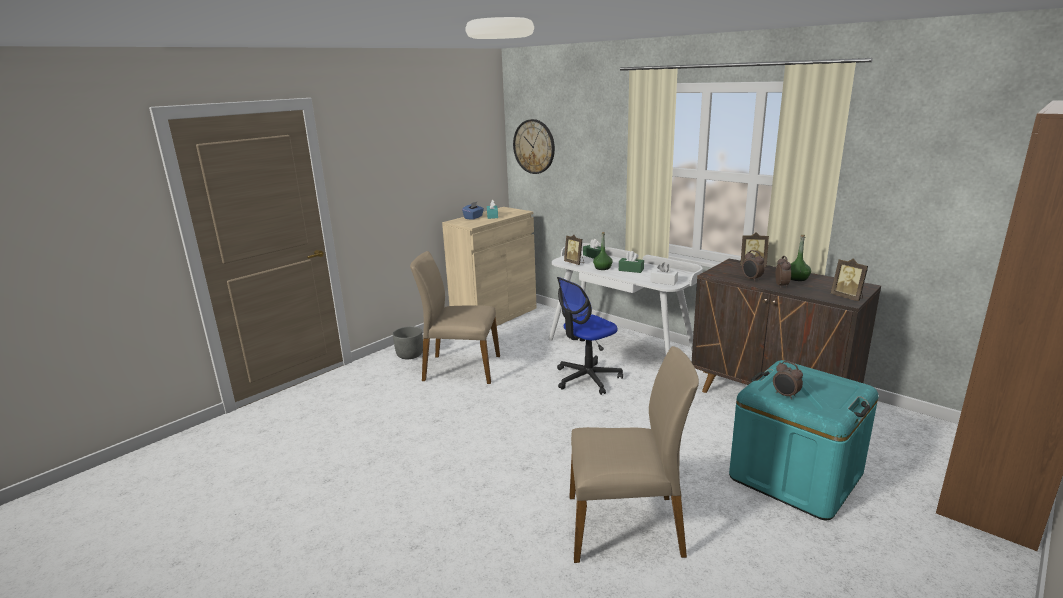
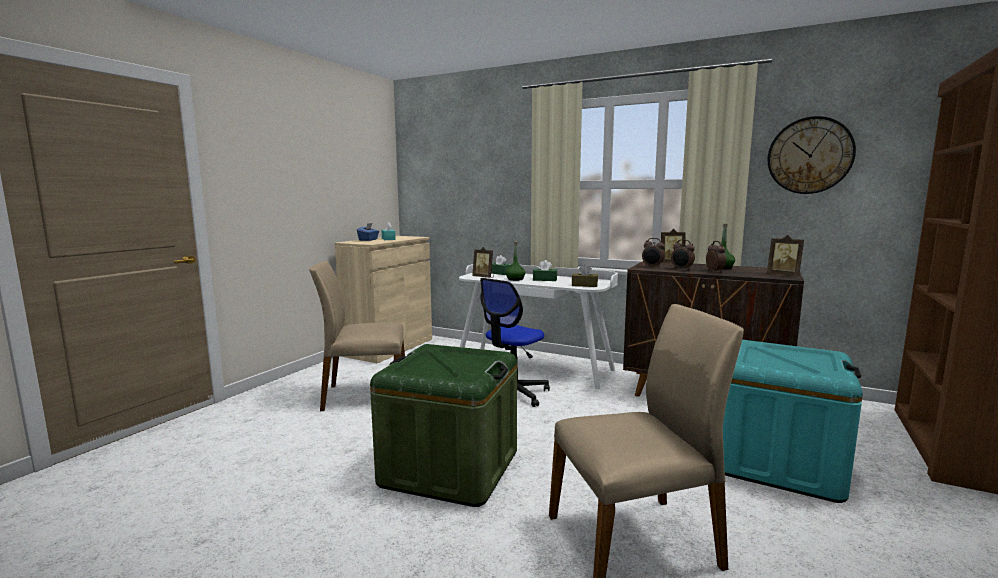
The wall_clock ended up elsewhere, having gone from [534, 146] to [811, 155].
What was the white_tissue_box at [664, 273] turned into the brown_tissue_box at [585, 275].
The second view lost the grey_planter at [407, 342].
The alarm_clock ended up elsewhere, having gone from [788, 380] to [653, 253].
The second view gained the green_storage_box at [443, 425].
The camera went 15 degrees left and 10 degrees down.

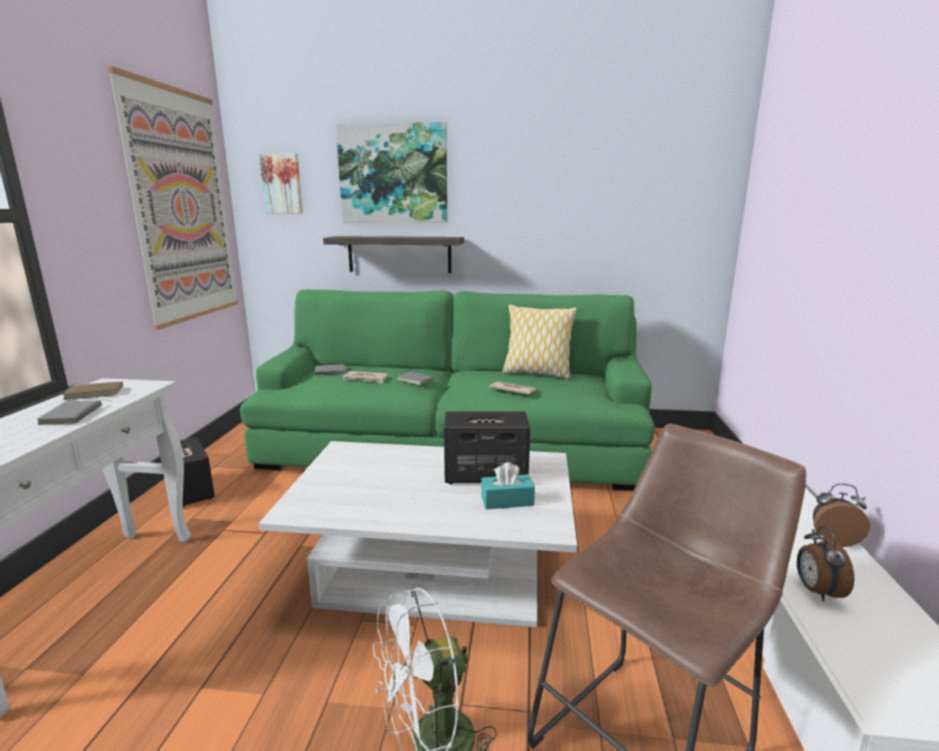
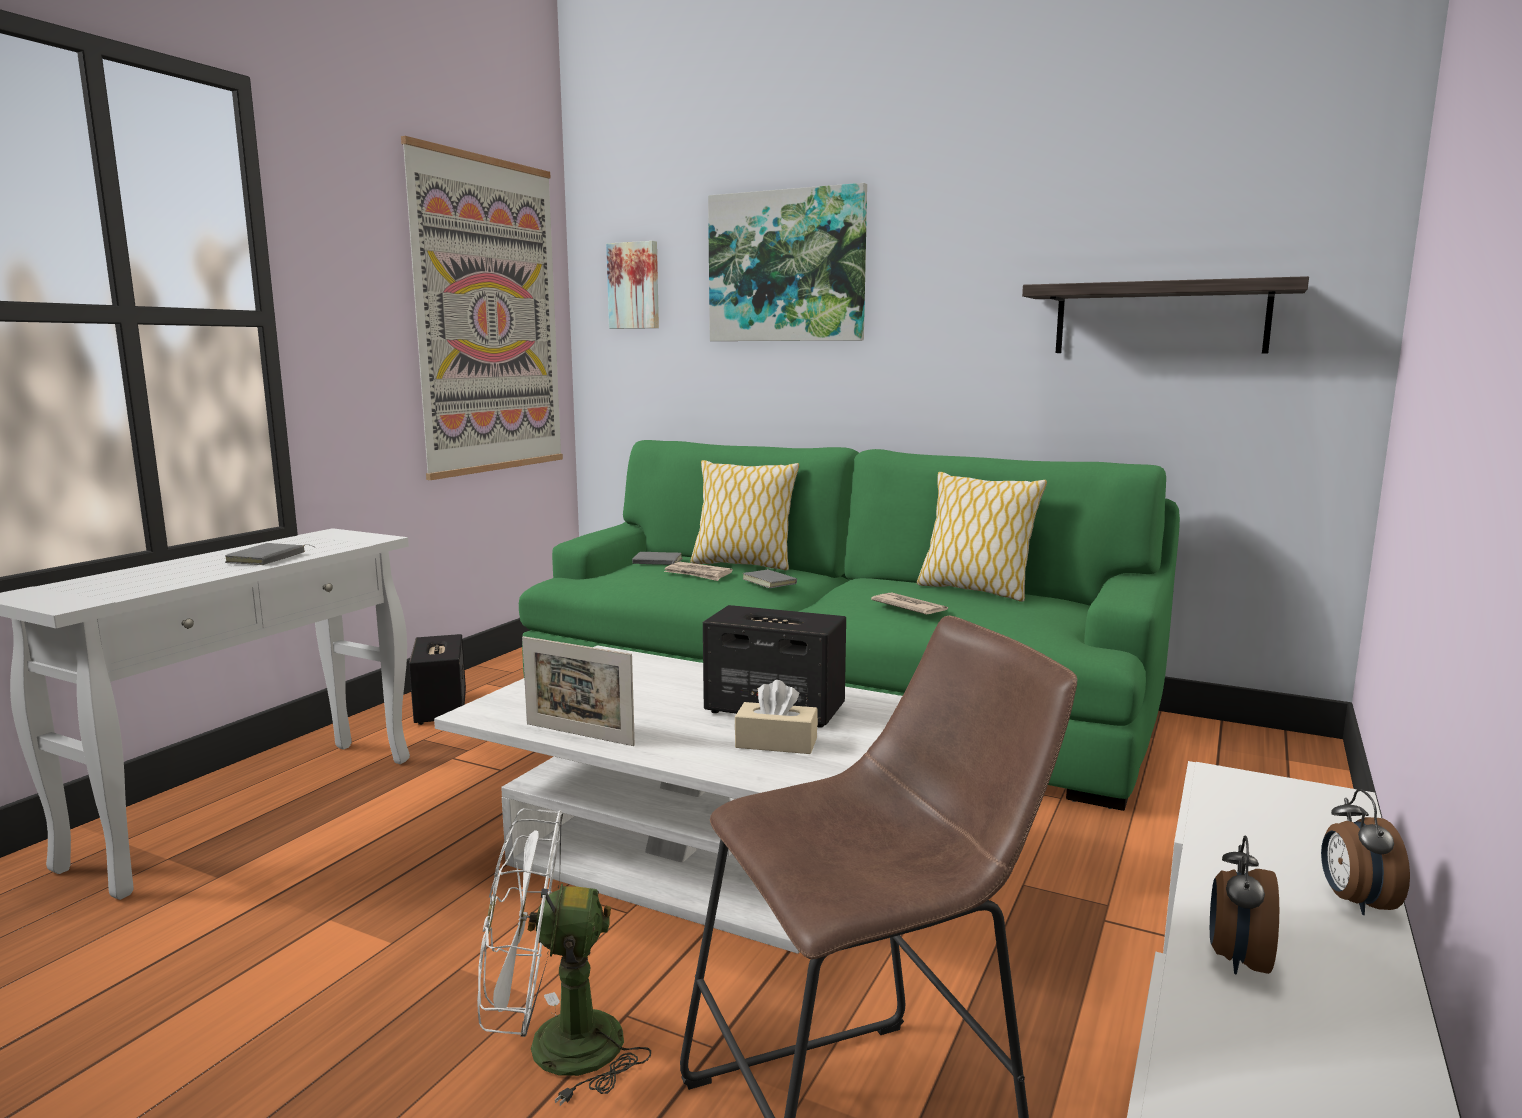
The shelf ended up elsewhere, having gone from [393, 254] to [1165, 315].
The second view lost the brown_book at [93, 391].
What was the turquoise_tissue_box at [508, 485] turned into the beige_tissue_box at [776, 717].
The alarm_clock at [841, 515] ended up facing another way, 120 degrees counterclockwise from before.
The second view gained the pillow at [744, 515].
The second view gained the picture_frame at [578, 691].
The camera went 20 degrees right and 5 degrees down.

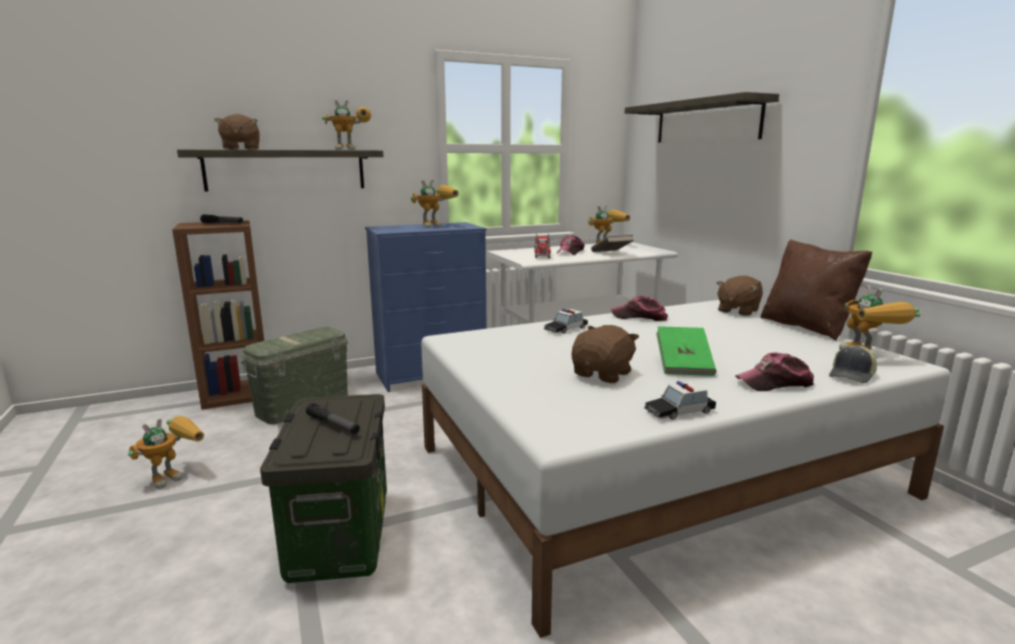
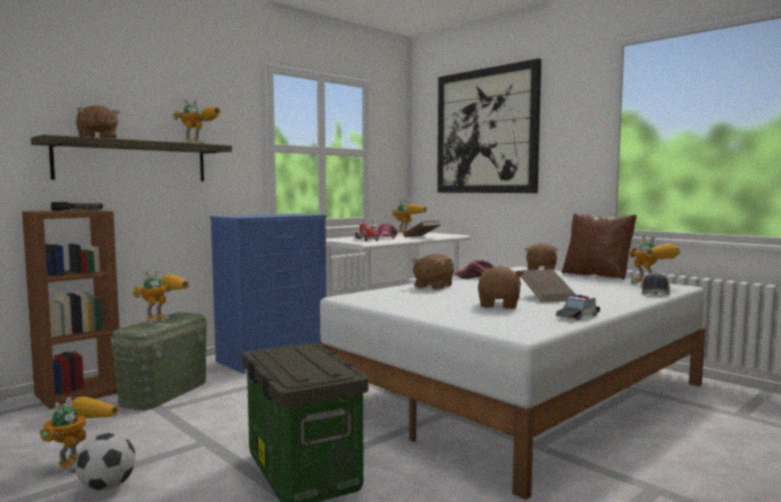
Where the shelf hung at [702, 117], the picture came to hang at [489, 125].
The toy_robot ended up elsewhere, having gone from [434, 203] to [160, 297].
Where the toy_car stood at [566, 321], the brown_plush_toy came to stand at [432, 272].
What was the green_book at [686, 351] turned into the brown_book at [547, 285].
The second view lost the cap at [775, 371].
The second view lost the flashlight at [333, 418].
The second view gained the football at [105, 462].
The camera went 20 degrees left and 10 degrees down.

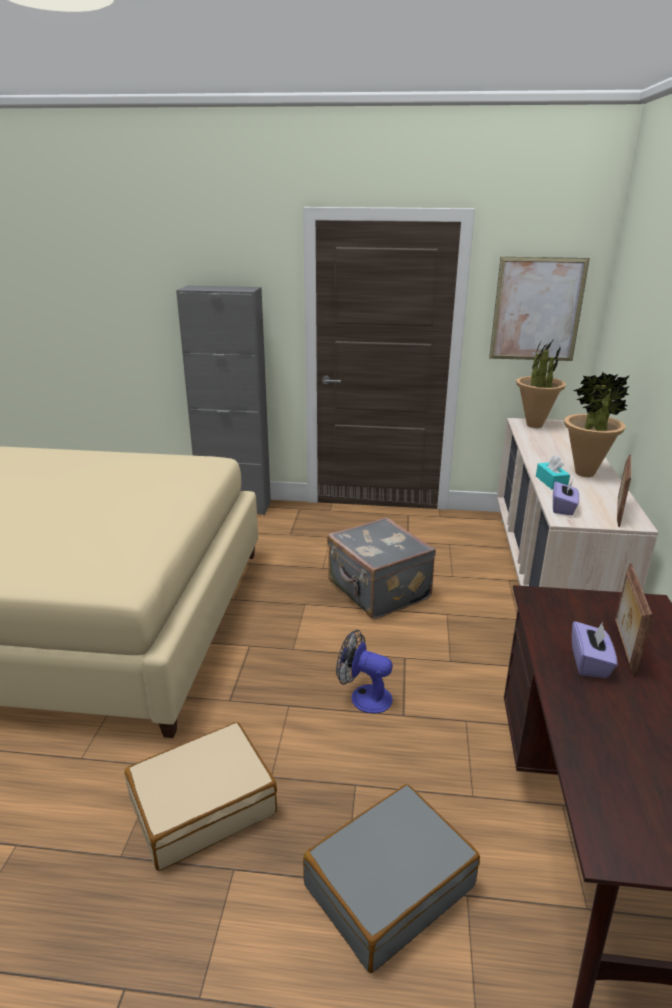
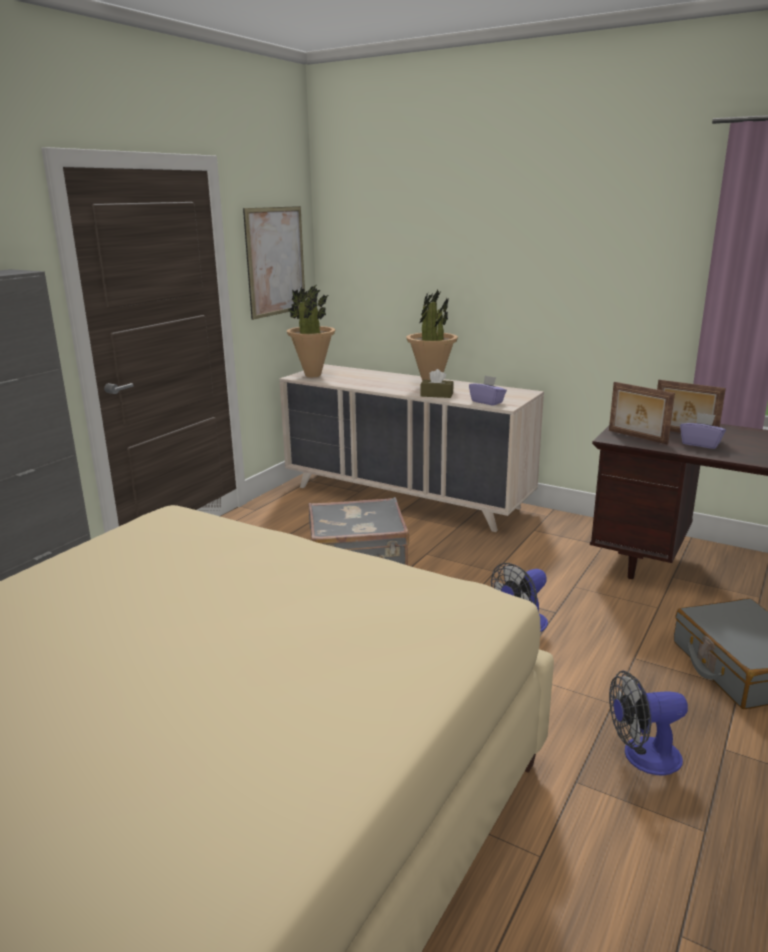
The picture_frame ended up elsewhere, having gone from [624, 491] to [642, 413].
What was the turquoise_tissue_box at [553, 472] turned into the brown_tissue_box at [436, 383].
Where the beige_suitcase stood at [200, 796], the fan came to stand at [648, 723].
The camera went 65 degrees left and 5 degrees down.

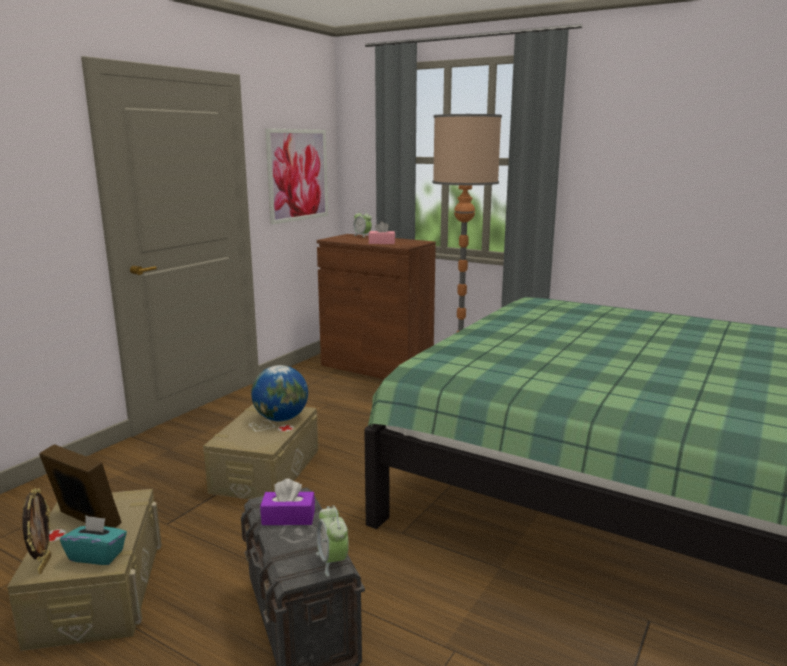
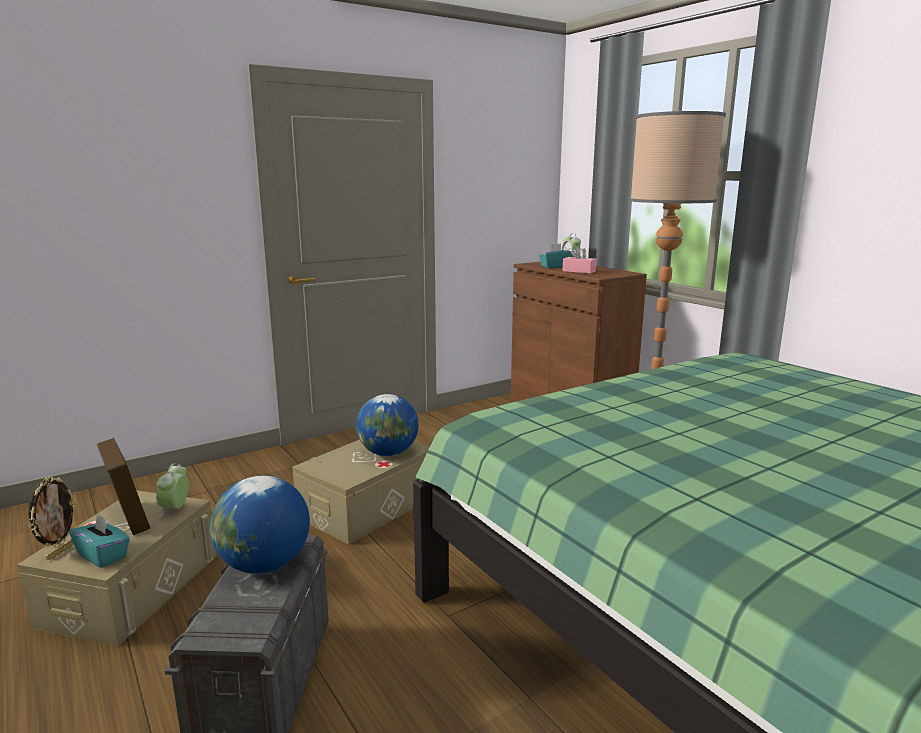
The second view lost the picture at [296, 176].
Where the purple_tissue_box stood at [287, 502], the globe came to stand at [260, 525].
The alarm_clock ended up elsewhere, having gone from [332, 541] to [172, 490].
The second view gained the turquoise_tissue_box at [555, 255].
The camera went 25 degrees right and 0 degrees up.

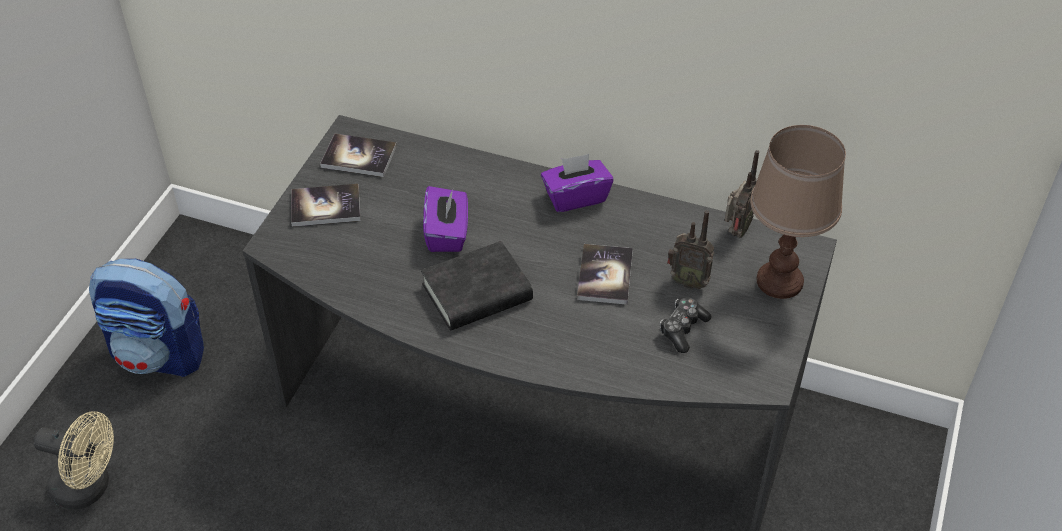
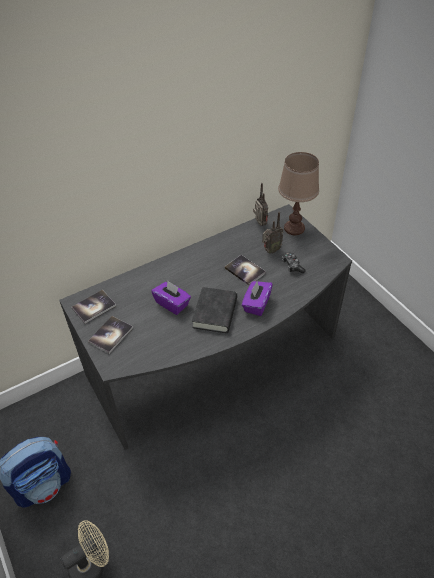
The purple_tissue_box ended up elsewhere, having gone from [577, 183] to [257, 298].
The camera went 50 degrees left and 0 degrees up.

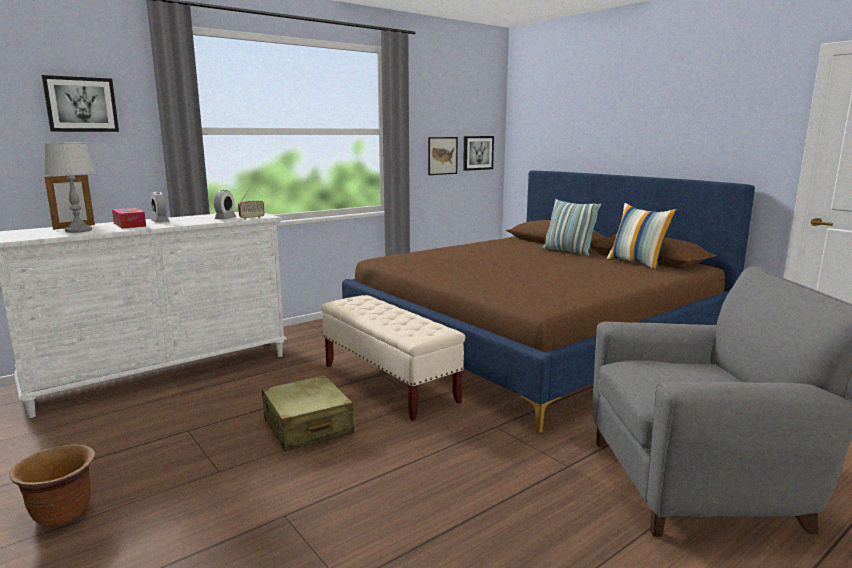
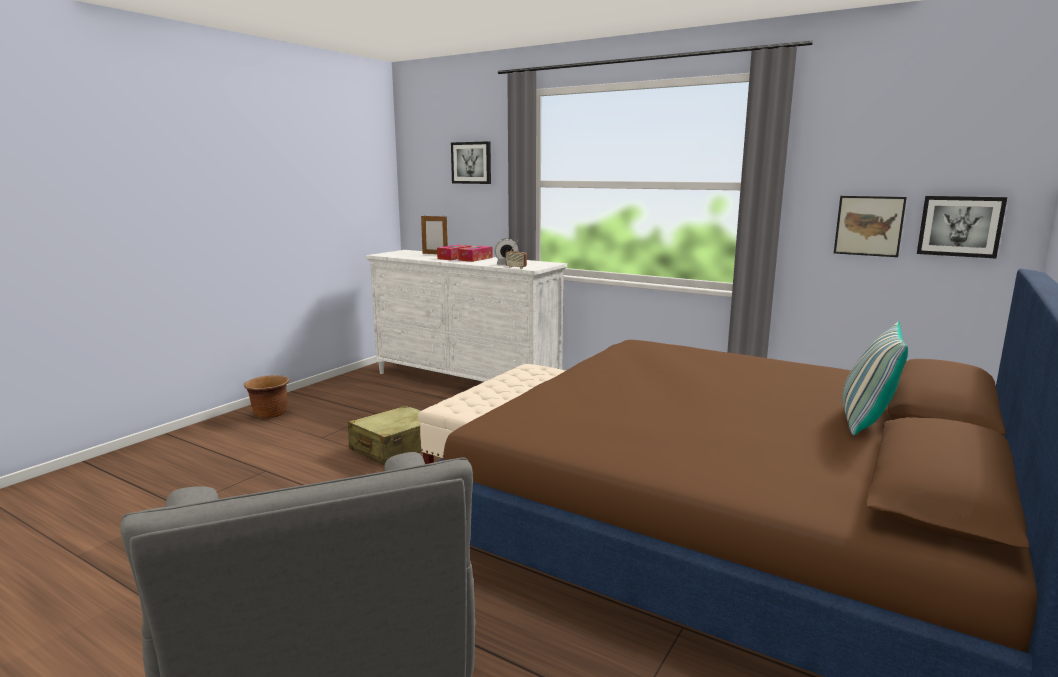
The second view lost the grey_table_lamp at [70, 188].
Where the alarm_clock stood at [160, 207], the tissue_box came to stand at [475, 254].
The second view lost the pillow at [642, 236].
The camera went 70 degrees right and 0 degrees up.

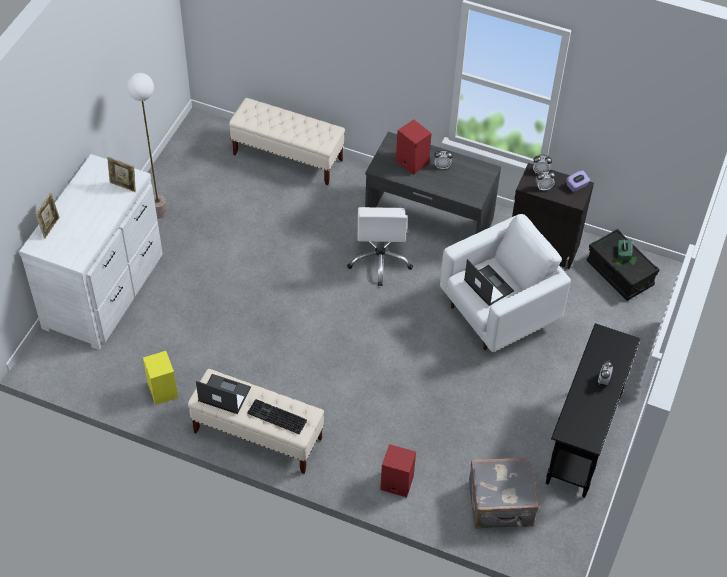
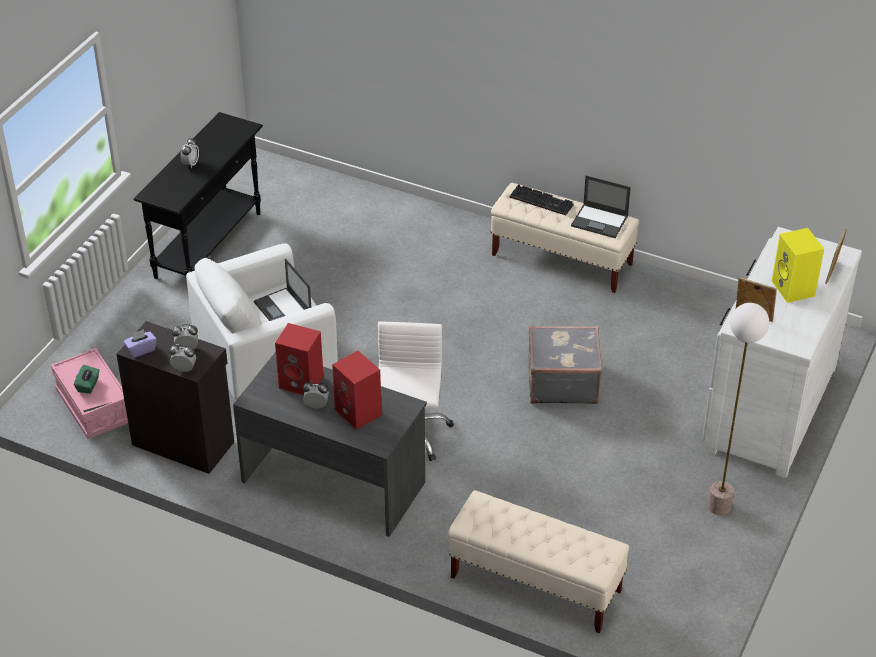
What was the black_storage_box at [623, 265] turned into the pink_storage_box at [89, 393].
The yellow_speaker ended up elsewhere, having gone from [160, 378] to [798, 265].
The red_speaker ended up elsewhere, having gone from [398, 470] to [299, 359].
The grey_suitcase ended up elsewhere, having gone from [503, 493] to [565, 365].
The camera went 175 degrees left and 10 degrees down.

